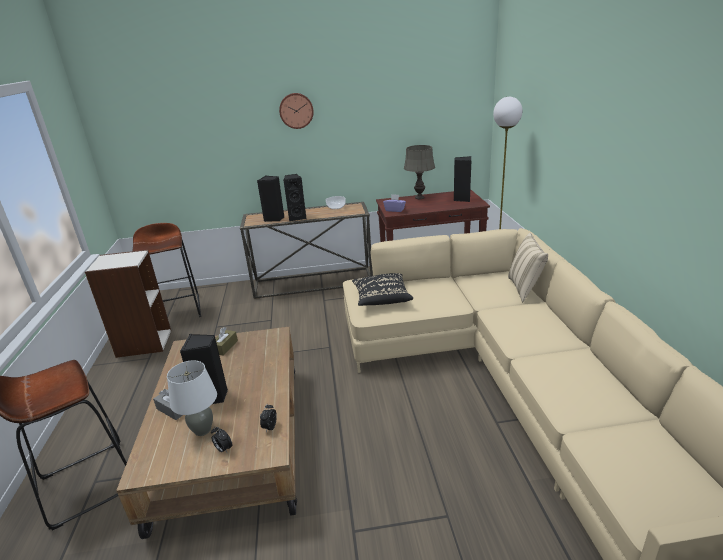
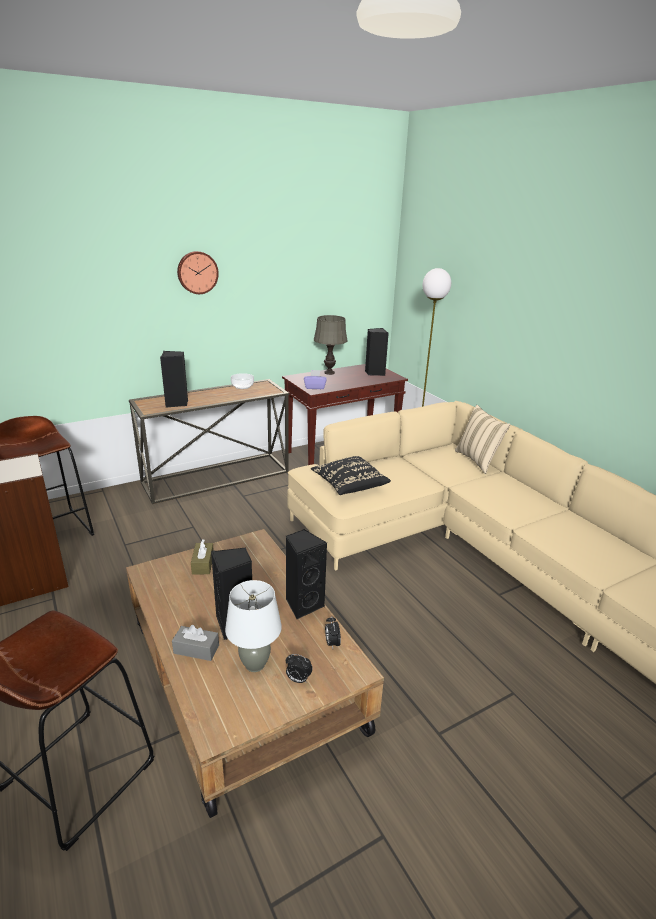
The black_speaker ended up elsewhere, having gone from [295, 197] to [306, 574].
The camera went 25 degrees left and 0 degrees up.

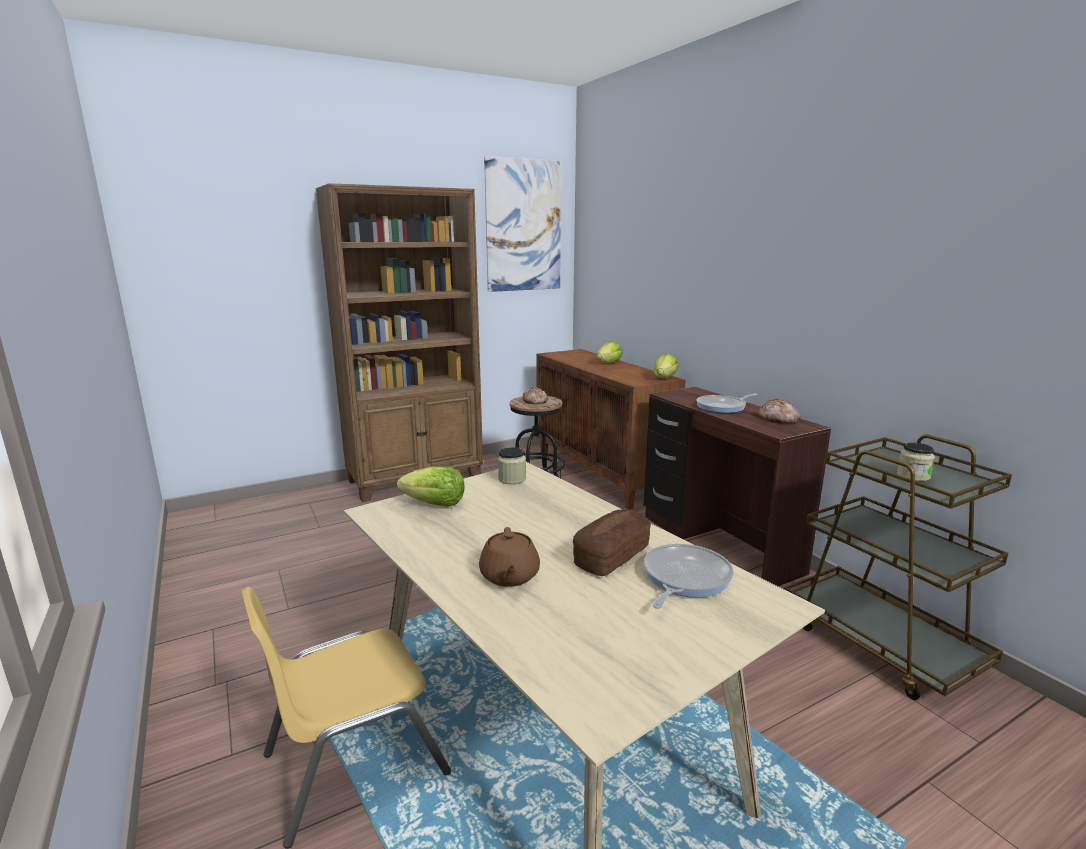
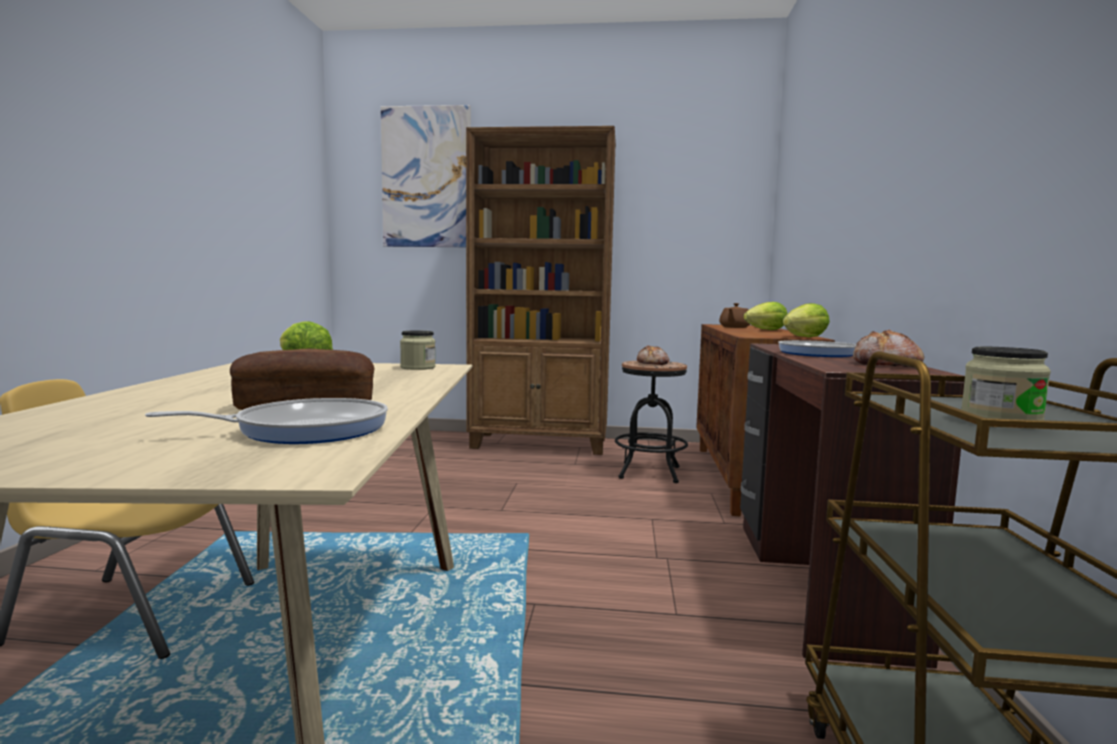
The picture ended up elsewhere, having gone from [522, 224] to [426, 176].
The brown_teapot ended up elsewhere, having gone from [509, 557] to [734, 315].
The camera went 35 degrees right and 10 degrees down.

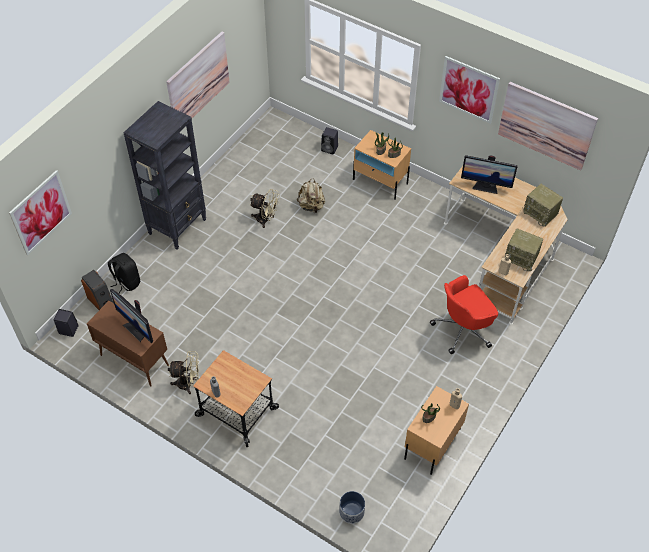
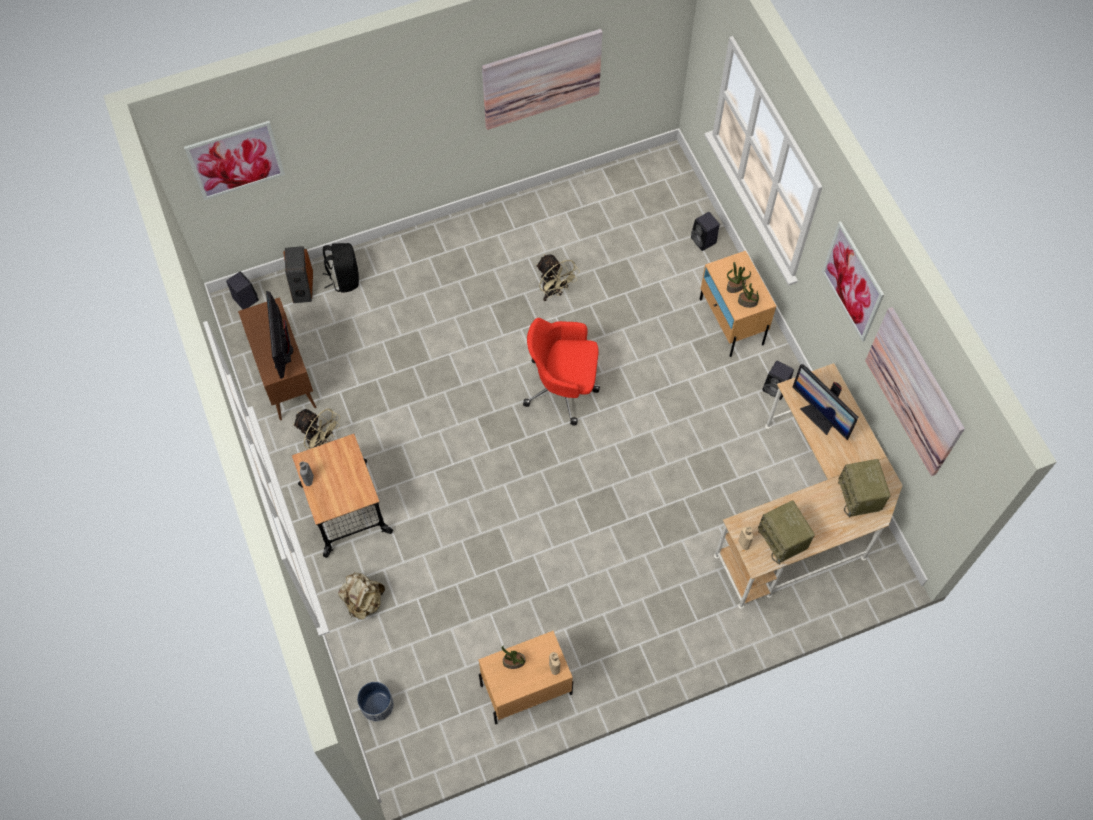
The second view lost the black_bookcase at [164, 175].
The beige_backpack ended up elsewhere, having gone from [311, 195] to [361, 596].
The red_office_chair ended up elsewhere, having gone from [464, 314] to [561, 371].
The second view gained the black_speaker at [778, 380].
The camera went 35 degrees right and 10 degrees up.

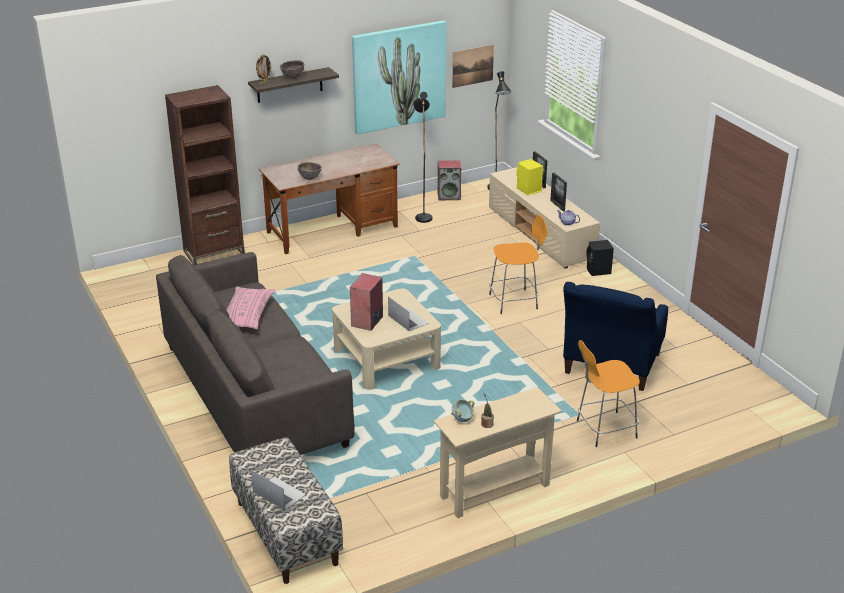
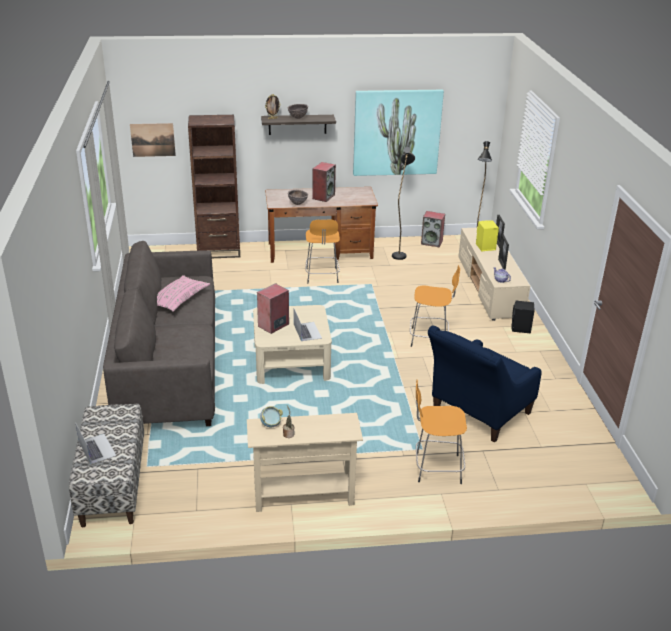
The picture ended up elsewhere, having gone from [473, 66] to [153, 140].
The second view gained the speaker at [324, 182].
The second view gained the orange_stool at [322, 251].
The camera went 20 degrees right and 0 degrees up.

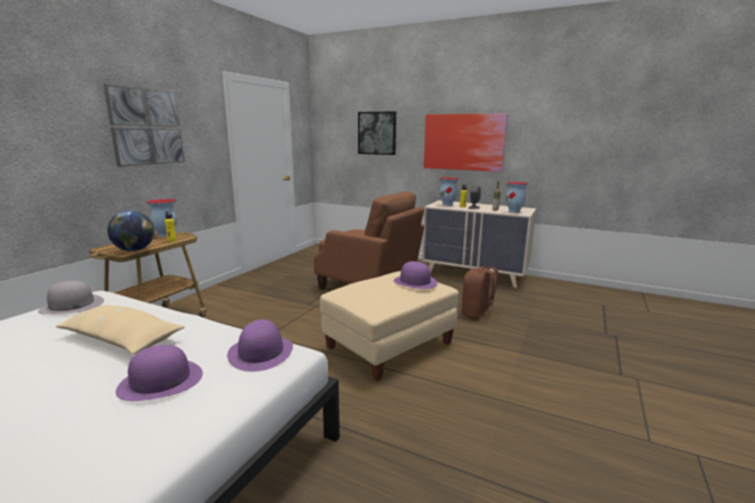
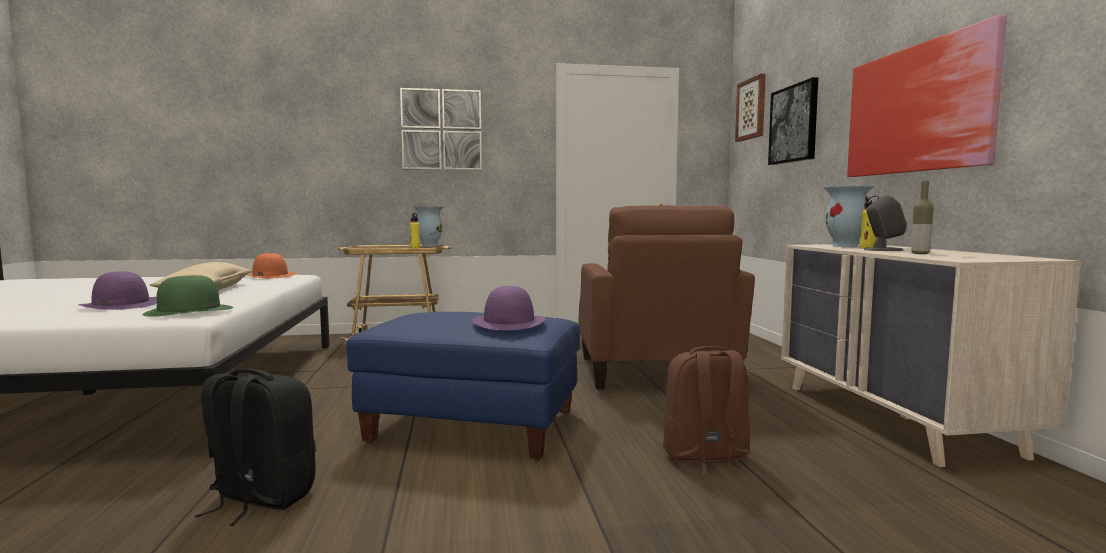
The second view lost the vase at [517, 197].
The second view lost the globe at [130, 230].
What was the beige_ottoman at [389, 326] turned into the blue_ottoman at [463, 386].
What was the grey_hat at [71, 297] turned into the orange_hat at [271, 265].
What was the purple_hat at [260, 345] turned into the green_hat at [187, 296].
The second view gained the picture at [750, 108].
The second view gained the black_backpack at [255, 447].
The camera went 55 degrees right and 10 degrees down.

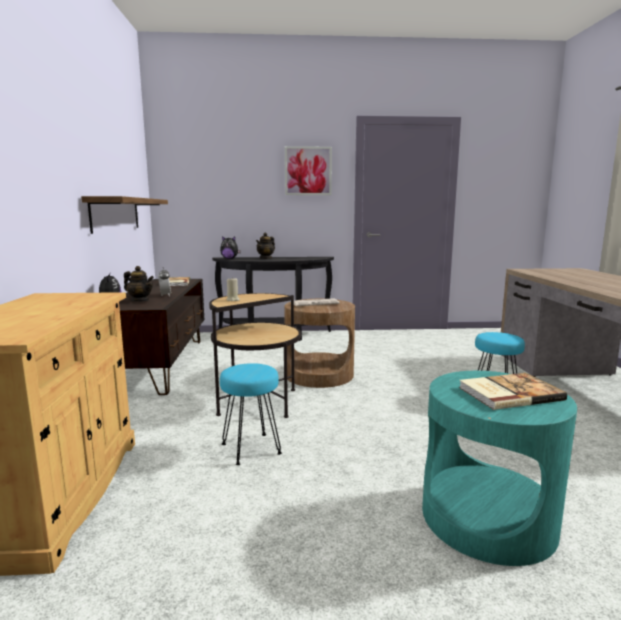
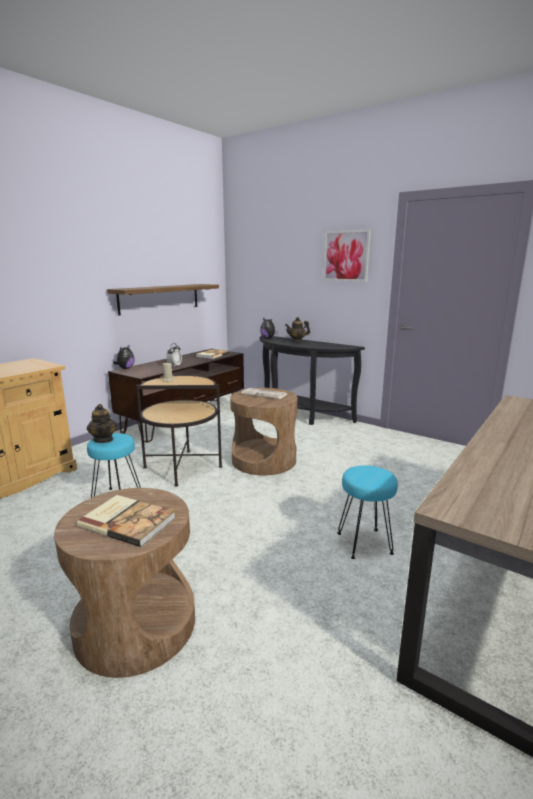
The teapot ended up elsewhere, having gone from [139, 283] to [102, 423].
What was the turquoise_side_table at [499, 468] turned into the brown_side_table at [124, 583].
The camera went 40 degrees right and 5 degrees up.

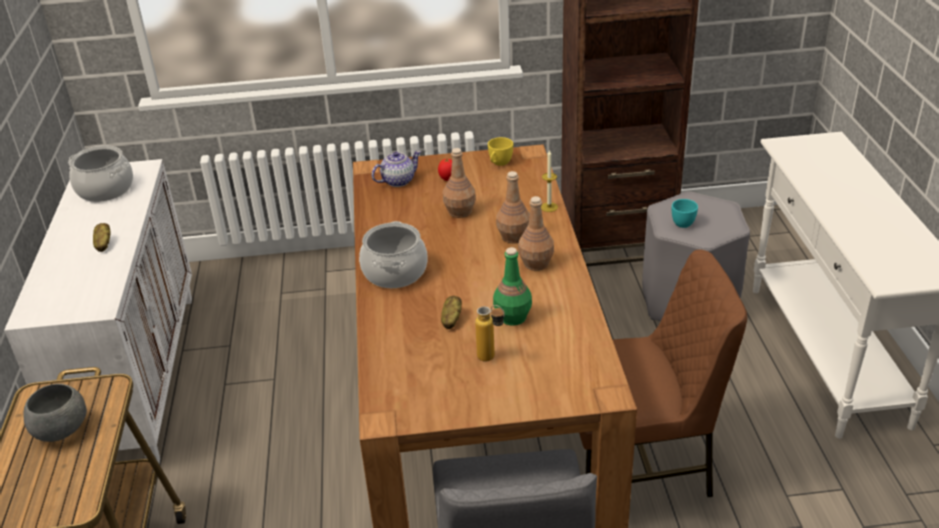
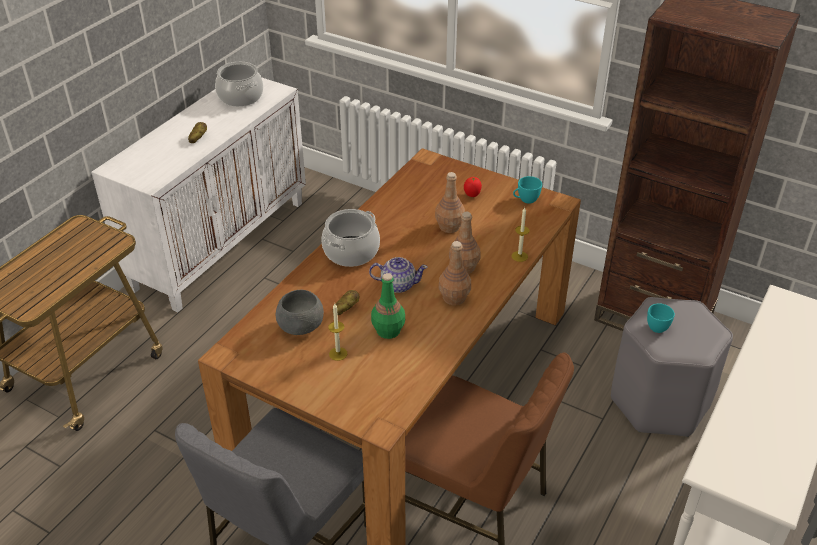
What was the yellow_cup at [500, 151] turned into the turquoise_cup at [527, 190].
The teapot ended up elsewhere, having gone from [396, 168] to [398, 275].
Where the bottle stood at [490, 333], the candle came to stand at [337, 332].
The grey_bowl ended up elsewhere, having gone from [55, 413] to [300, 312].
The camera went 35 degrees right and 5 degrees up.

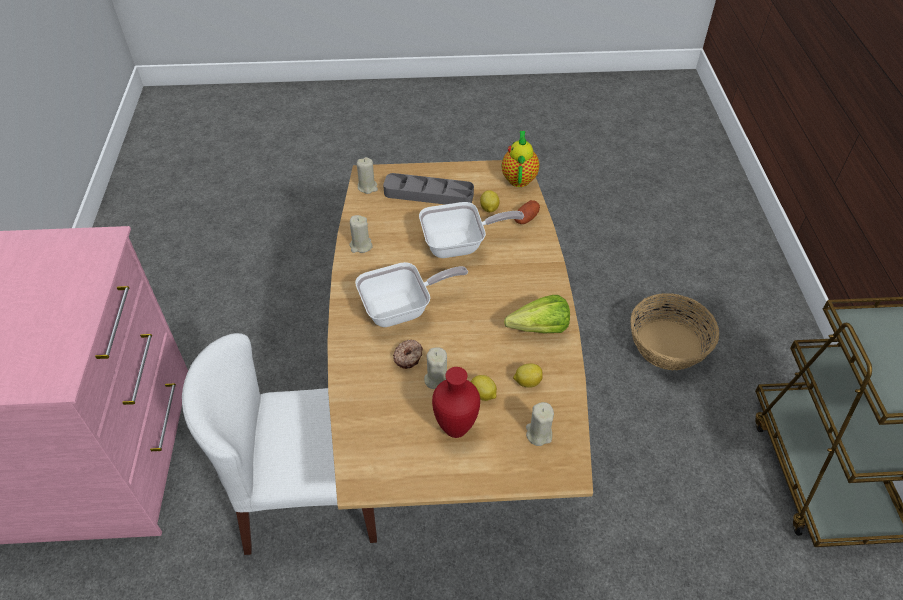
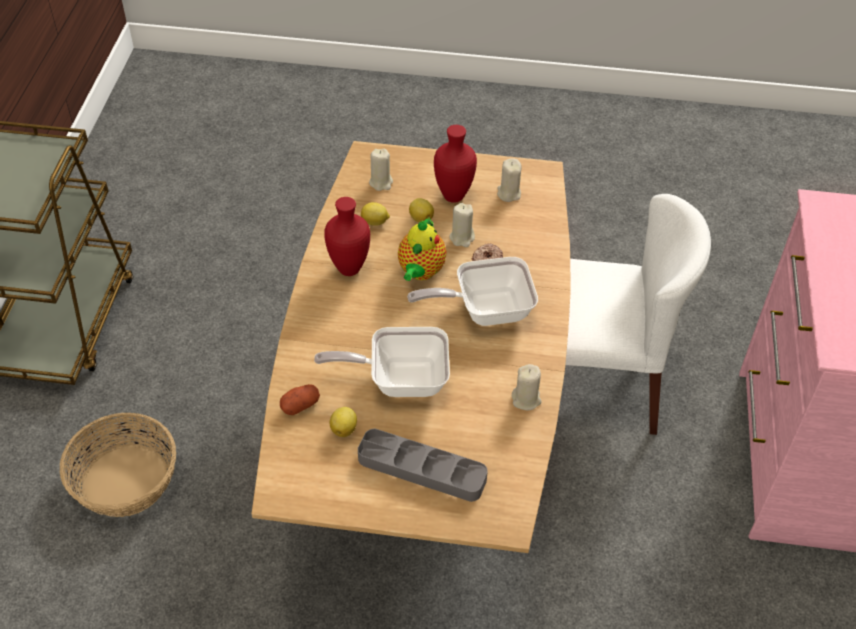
The teapot ended up elsewhere, having gone from [521, 159] to [422, 248].
The beige_candle ended up elsewhere, having gone from [367, 175] to [509, 180].
Where the lettuce stood at [537, 314], the red_vase came to stand at [347, 236].
The camera went 170 degrees left and 0 degrees up.

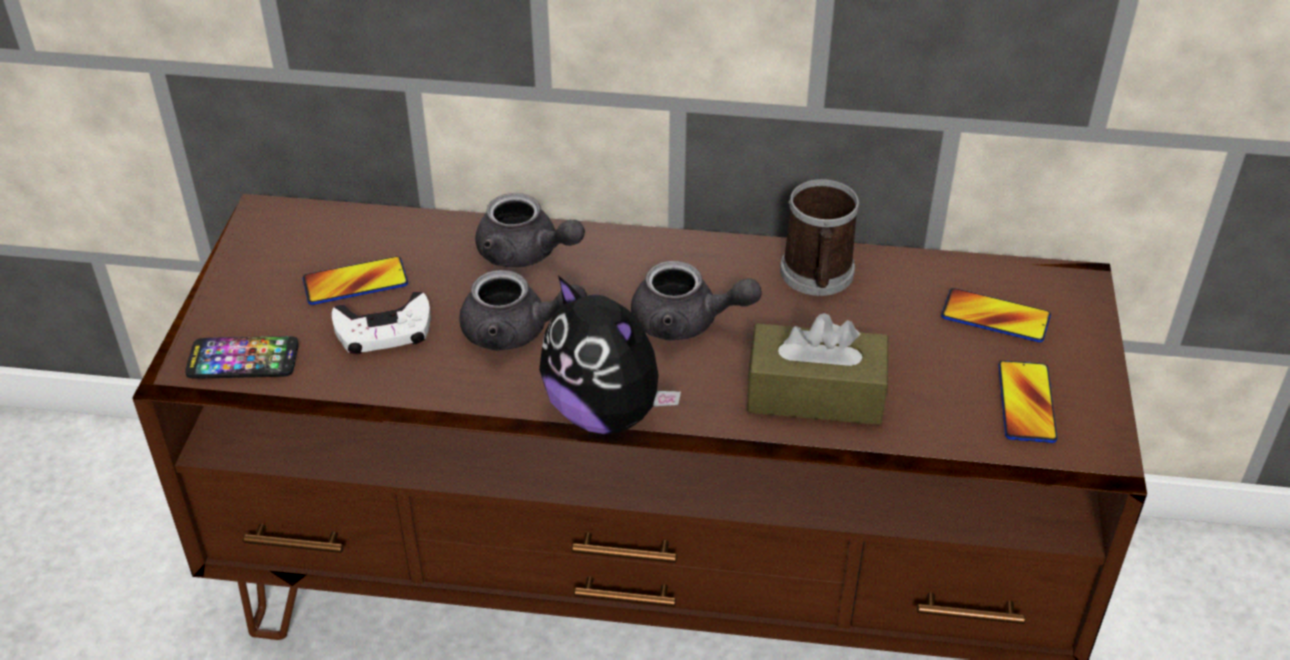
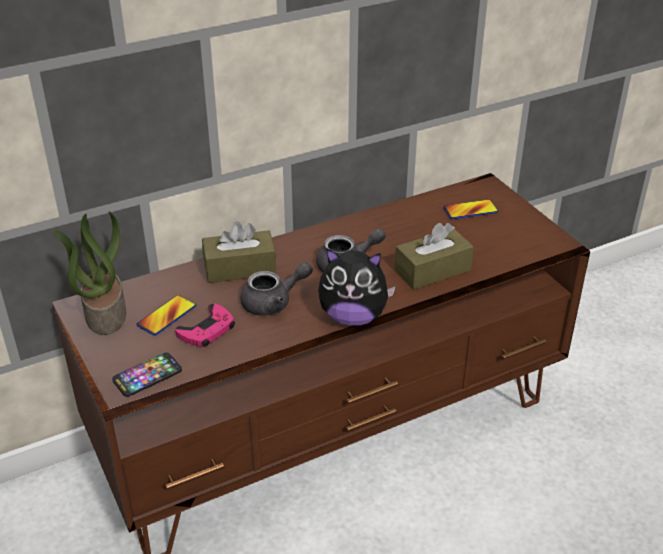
The second view lost the mug at [820, 237].
Where the grey_teapot stood at [530, 230], the brown_tissue_box came to stand at [239, 252].
What was the white_game_controller at [381, 323] turned into the pink_game_controller at [205, 325].
The second view lost the phone at [1028, 401].
The second view gained the potted_plant at [89, 273].
The camera went 35 degrees left and 5 degrees down.

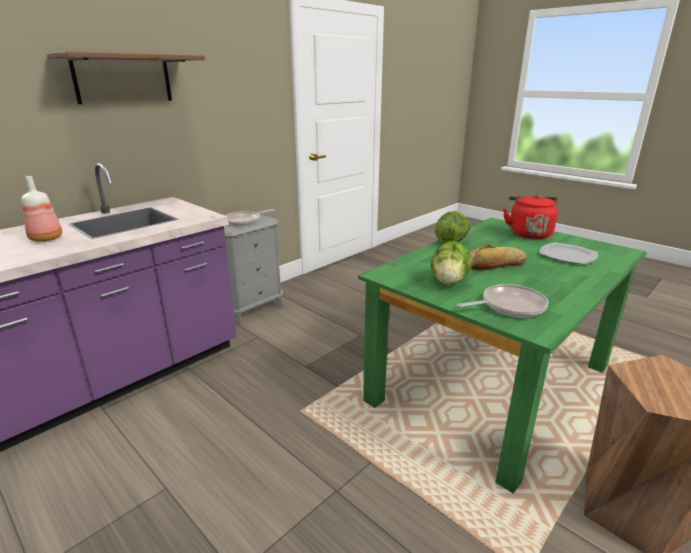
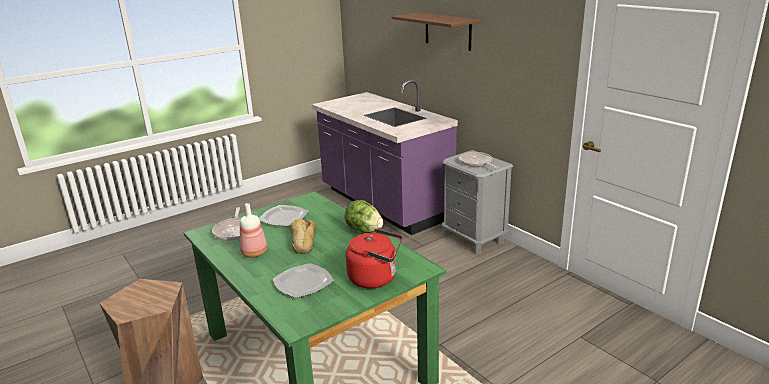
The bottle ended up elsewhere, having gone from [41, 209] to [253, 230].
Where the lettuce stood at [451, 263], the plate came to stand at [283, 215].
The camera went 100 degrees right and 0 degrees up.

